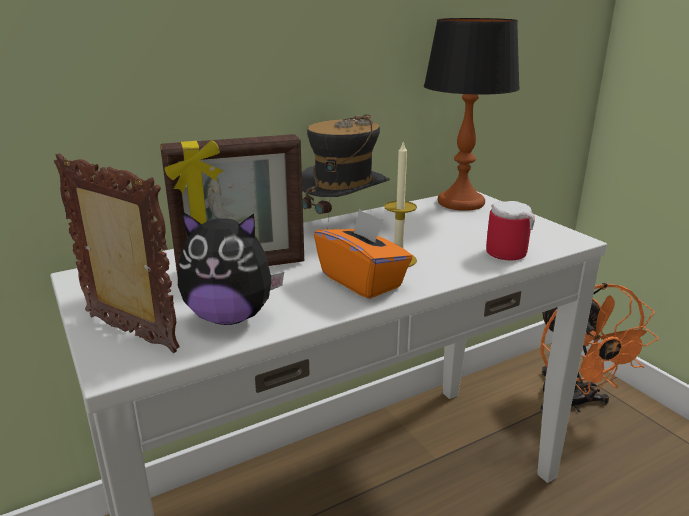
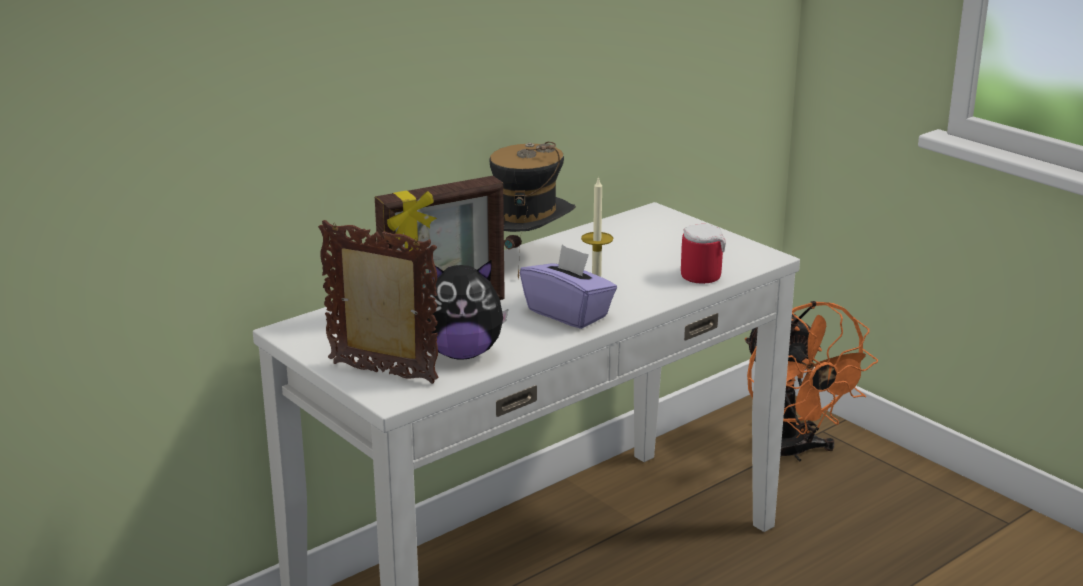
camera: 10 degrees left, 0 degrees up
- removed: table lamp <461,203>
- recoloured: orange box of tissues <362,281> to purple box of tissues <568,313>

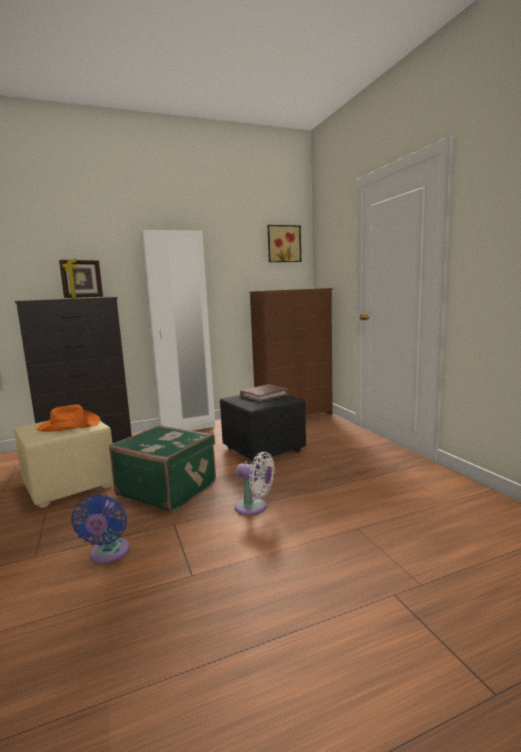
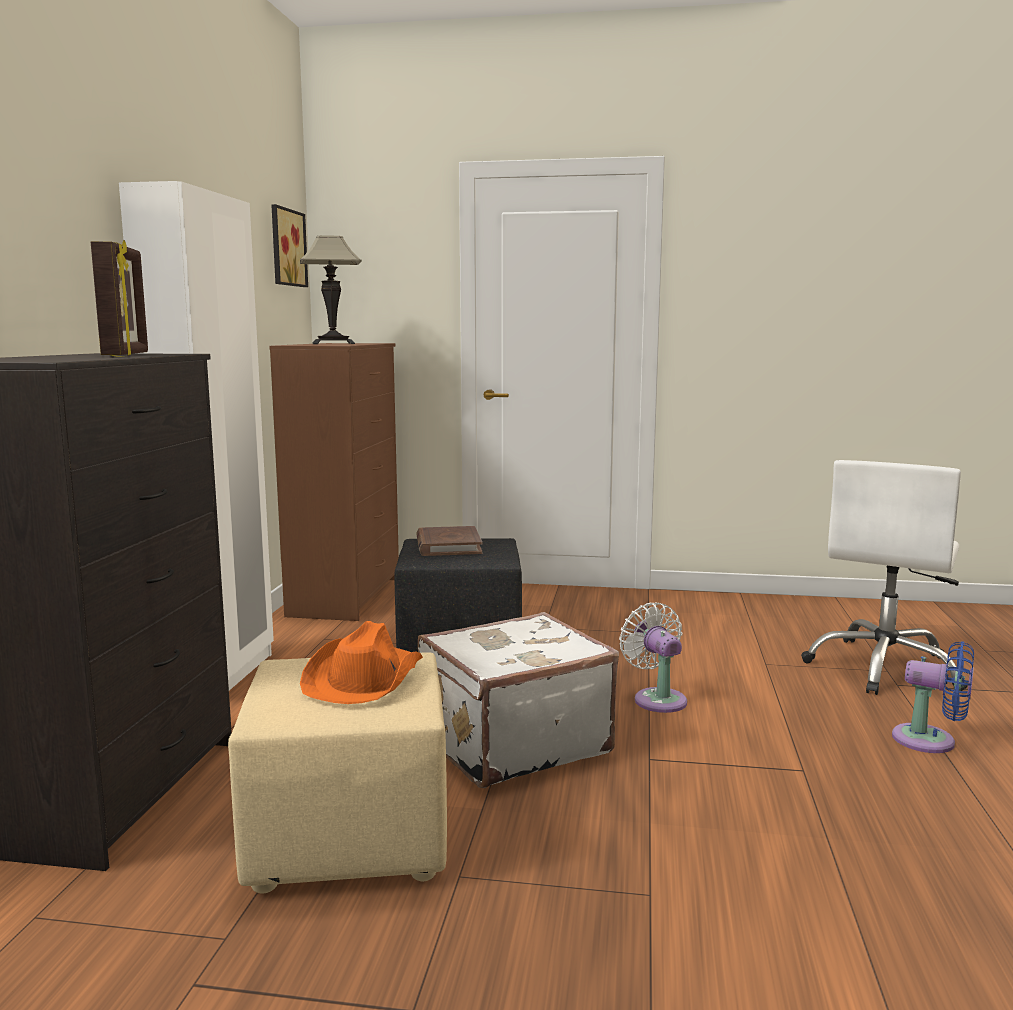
camera: 60 degrees left, 0 degrees up
- recoloured: green travel case <168,489> to white travel case <512,743>
- turned: white fan <254,507> = <657,698> 75 degrees counterclockwise
- moved: bluish fan <108,554> to <931,741>
- added: table lamp <333,343>
- added: white computer chair <884,668>

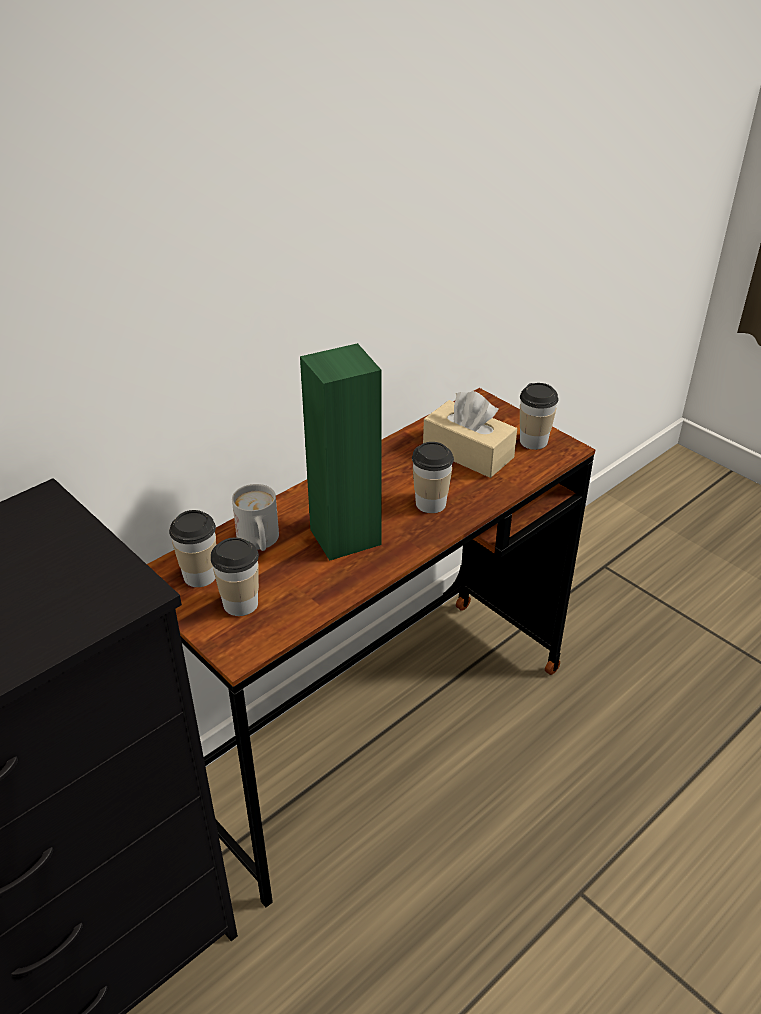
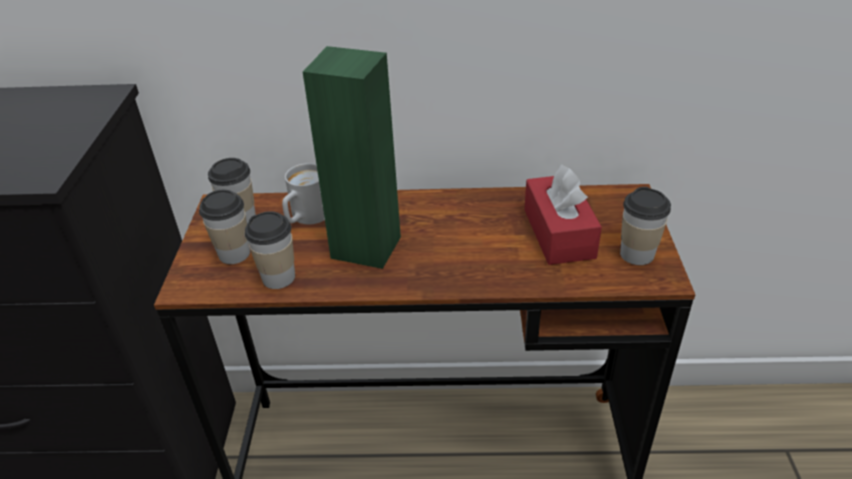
camera: 45 degrees right, 0 degrees up
- recoloured: beige box of tissues <468,452> to red-coloured box of tissues <558,233>
- moved: cup <430,503> to <278,277>

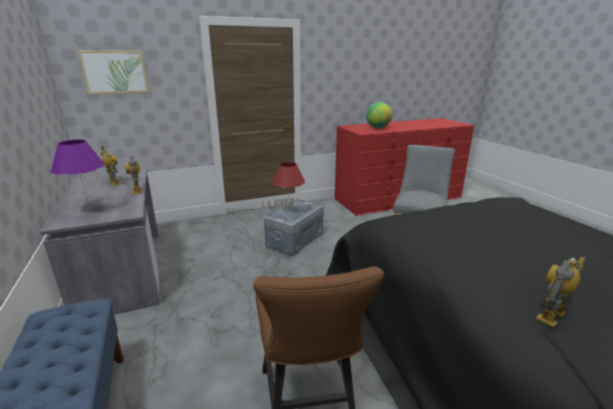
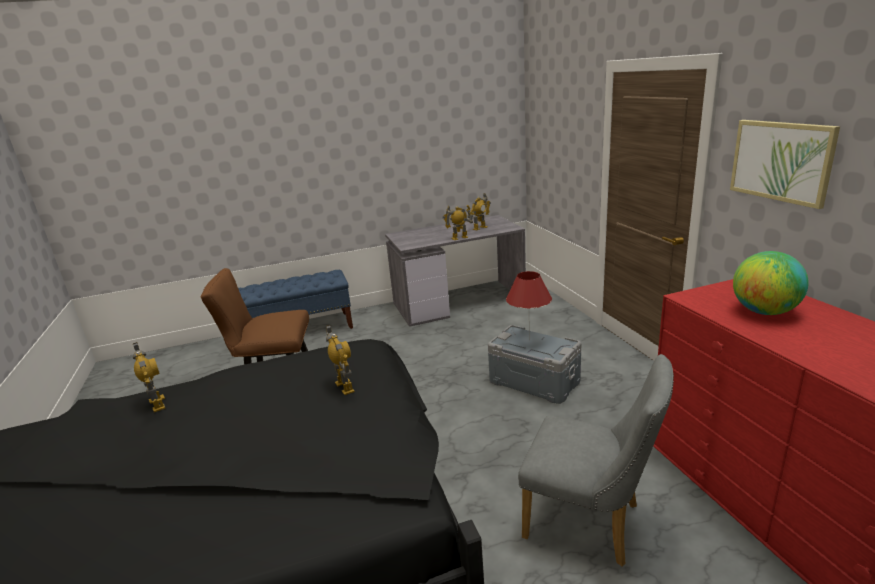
camera: 95 degrees right, 0 degrees up
- moved: wall art <115,72> to <781,161>
- removed: purple table lamp <89,211>
- added: model robot <345,387>

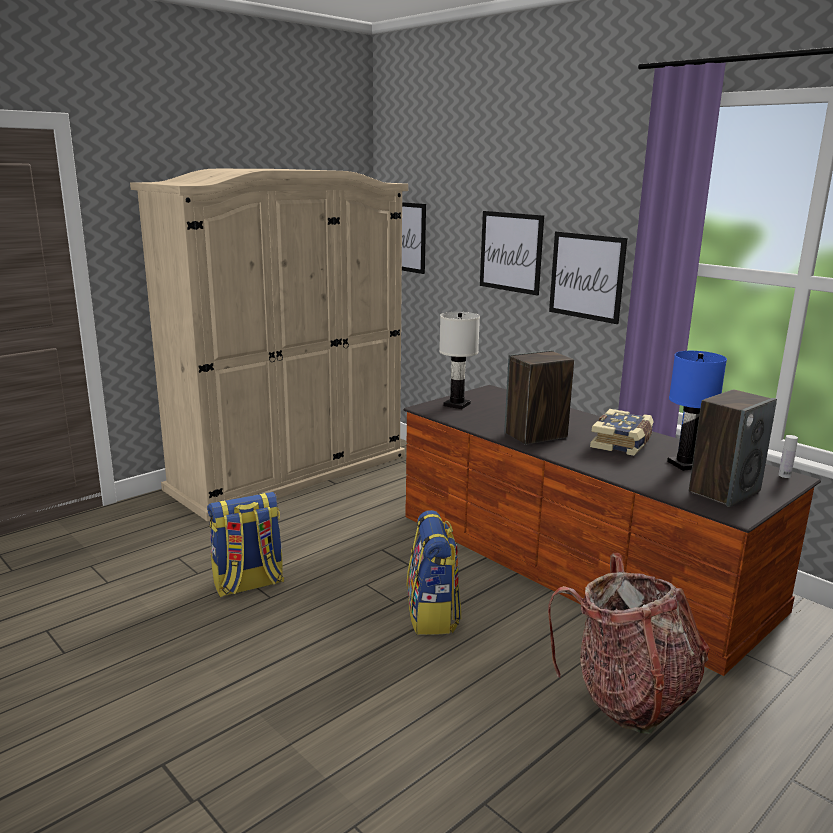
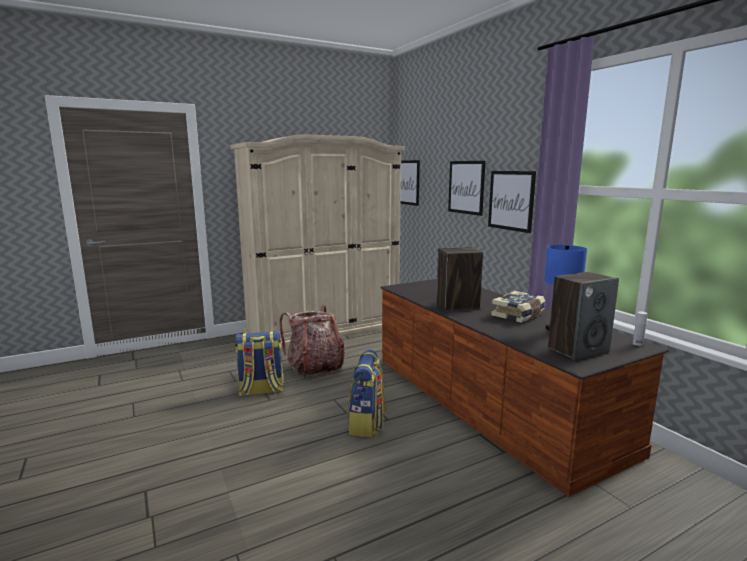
camera: 15 degrees right, 5 degrees down
- removed: white table lamp <456,404>
- moved: backpack <628,696> to <315,368>

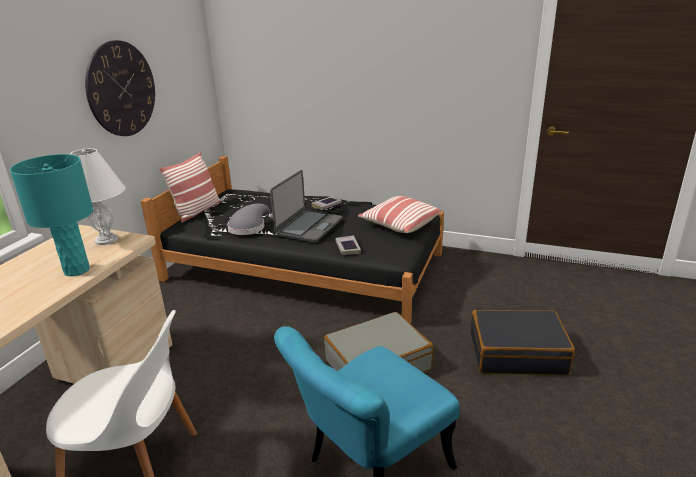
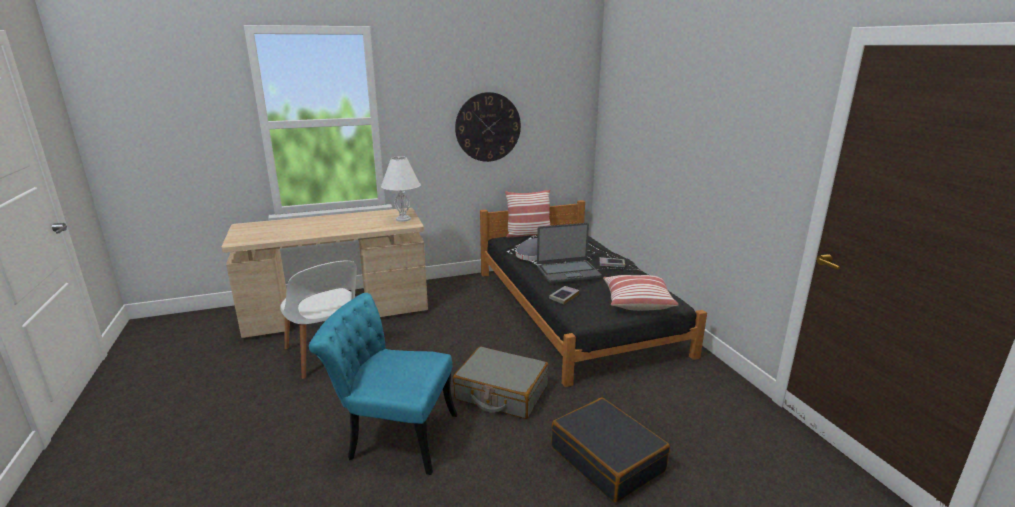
camera: 50 degrees right, 5 degrees down
- removed: blue-green table lamp <76,270>

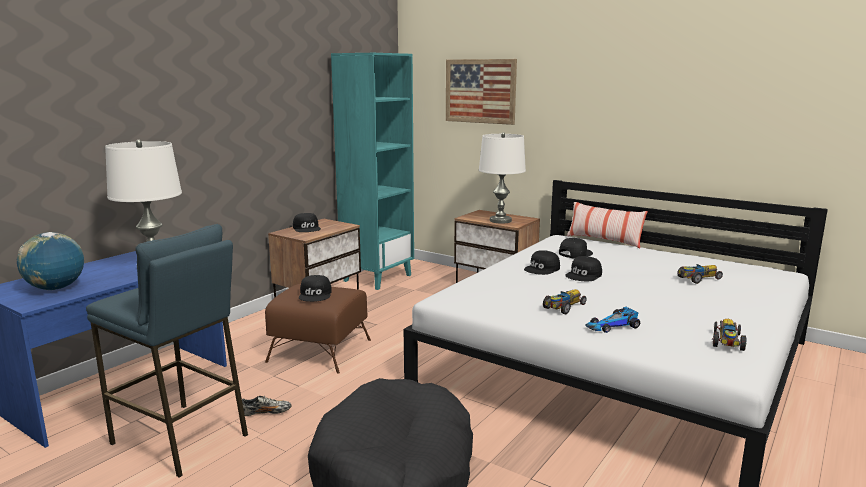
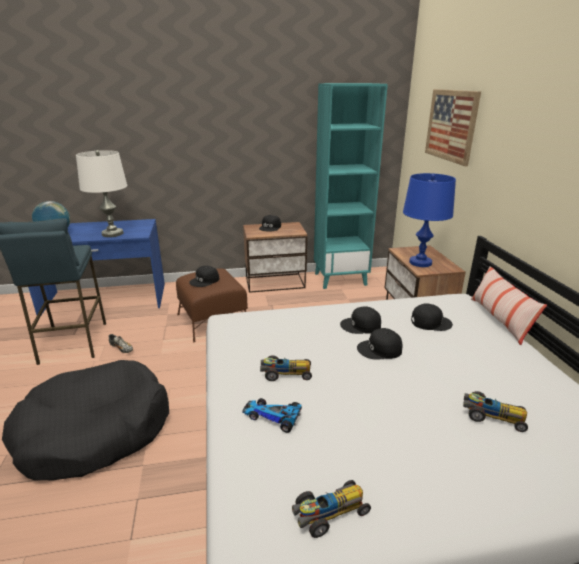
camera: 45 degrees right, 10 degrees up
- recoloured: white table lamp <500,220> to bluish table lamp <420,262>

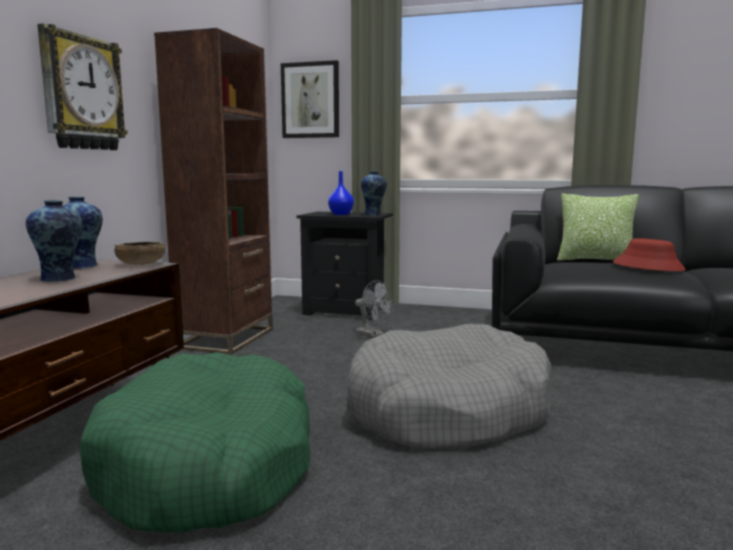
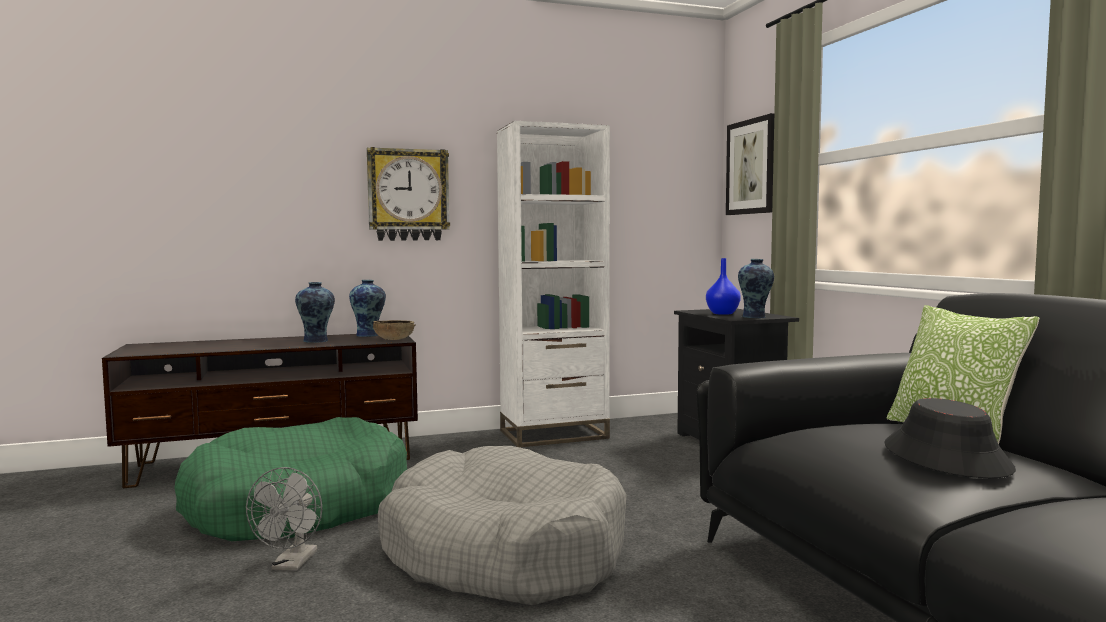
camera: 55 degrees right, 5 degrees down
- recoloured: brownish bookshelf <226,338> to white bookshelf <554,434>
- recoloured: red-coloured hat <648,267> to blackish hat <947,457>
- moved: grey fan <373,334> to <291,564>

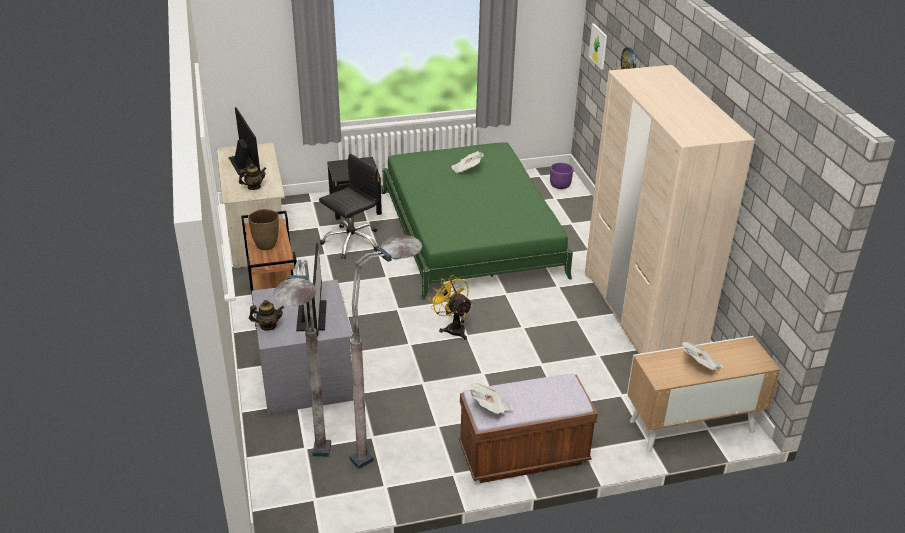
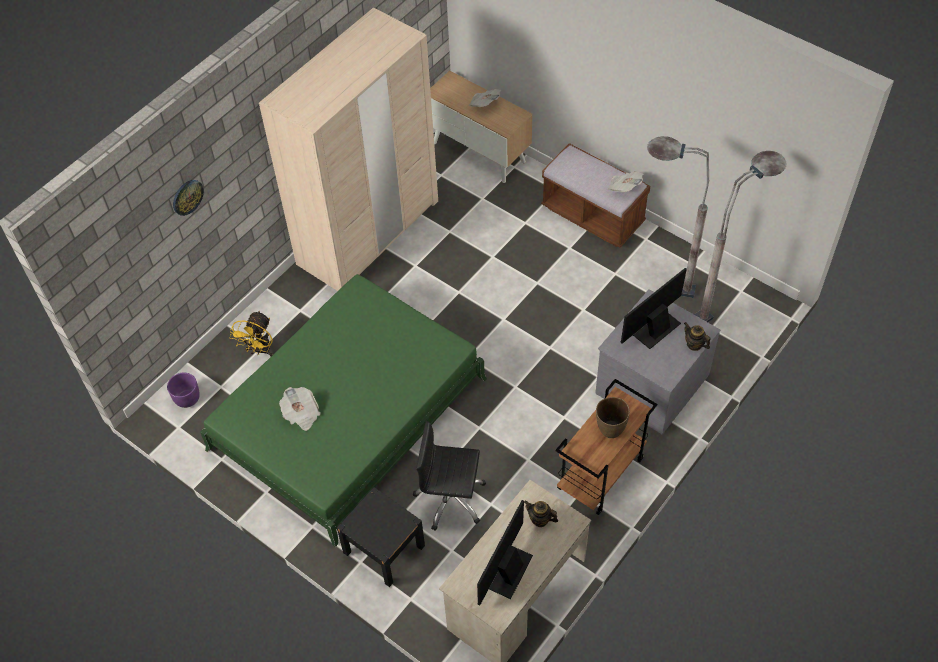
camera: 125 degrees left, 20 degrees up
- removed: wall art <598,46>
- moved: yellow-coloured fan <453,328> to <259,351>

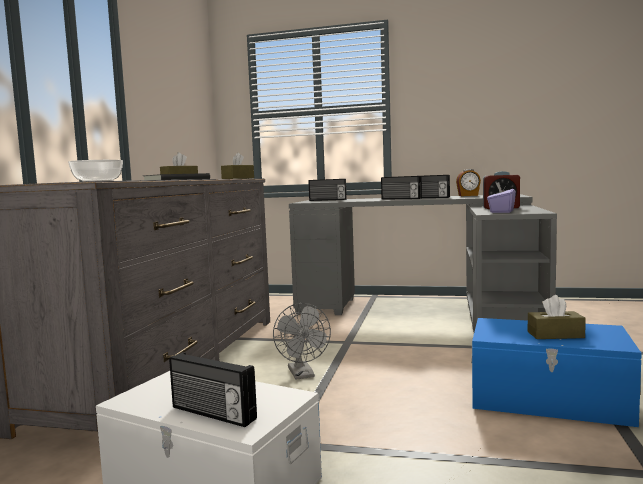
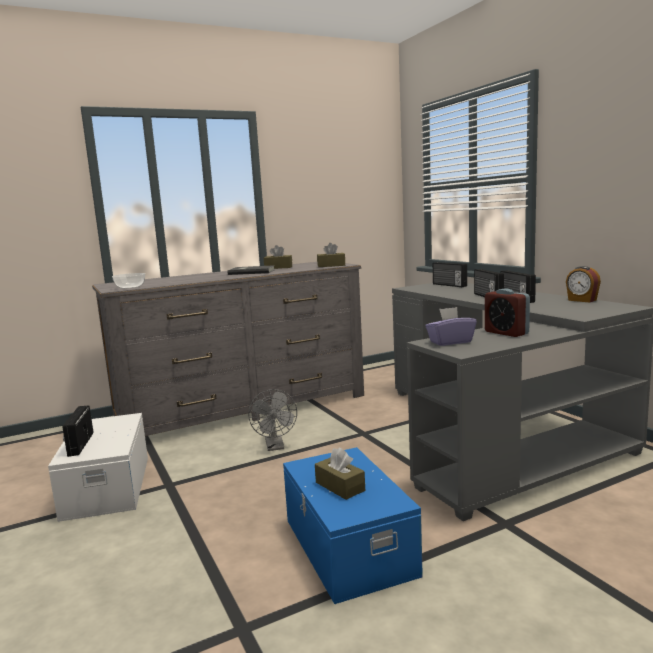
camera: 50 degrees right, 5 degrees up
- turned: grey fan <303,375> = <275,447> 45 degrees counterclockwise

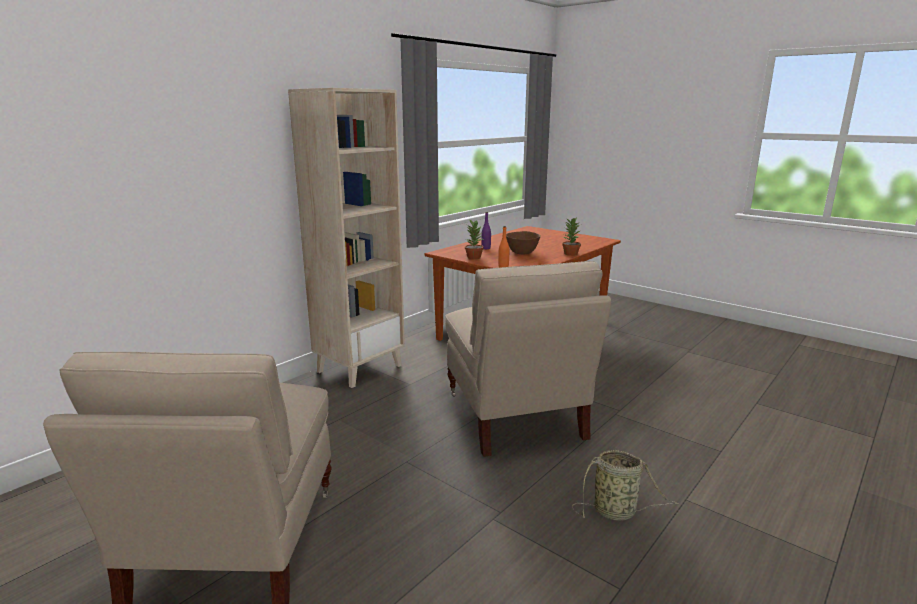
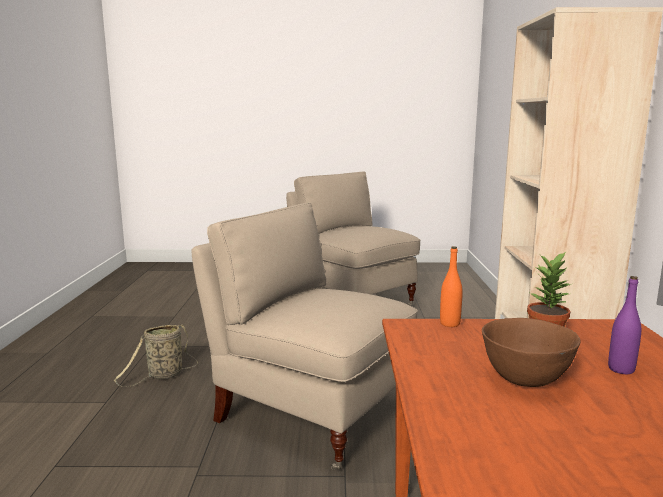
camera: 140 degrees right, 5 degrees down
- removed: plant in a pot <570,254>

